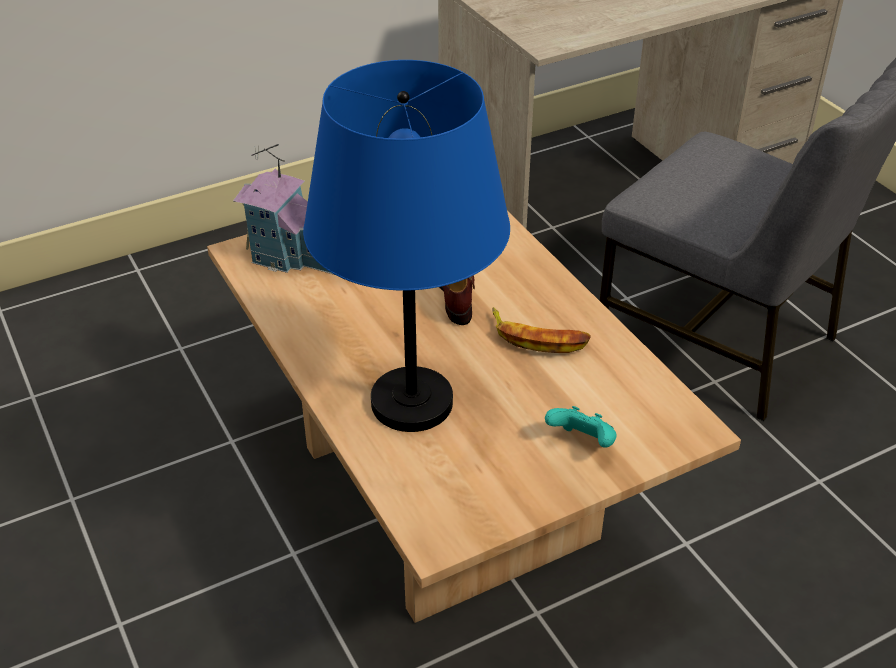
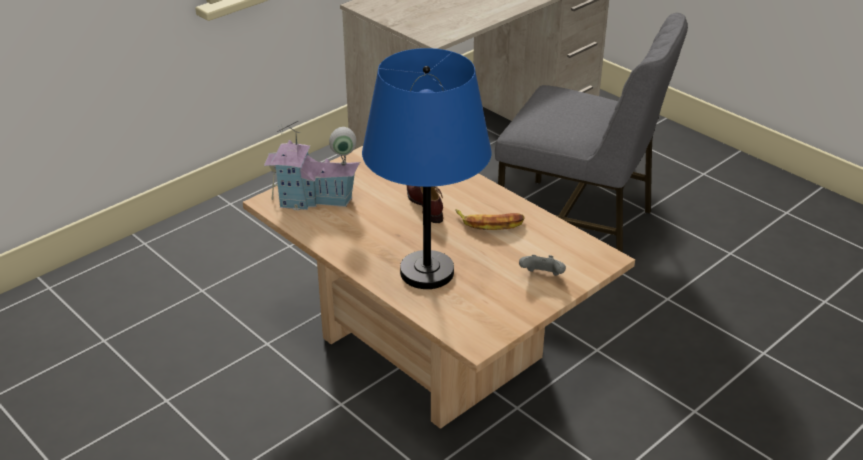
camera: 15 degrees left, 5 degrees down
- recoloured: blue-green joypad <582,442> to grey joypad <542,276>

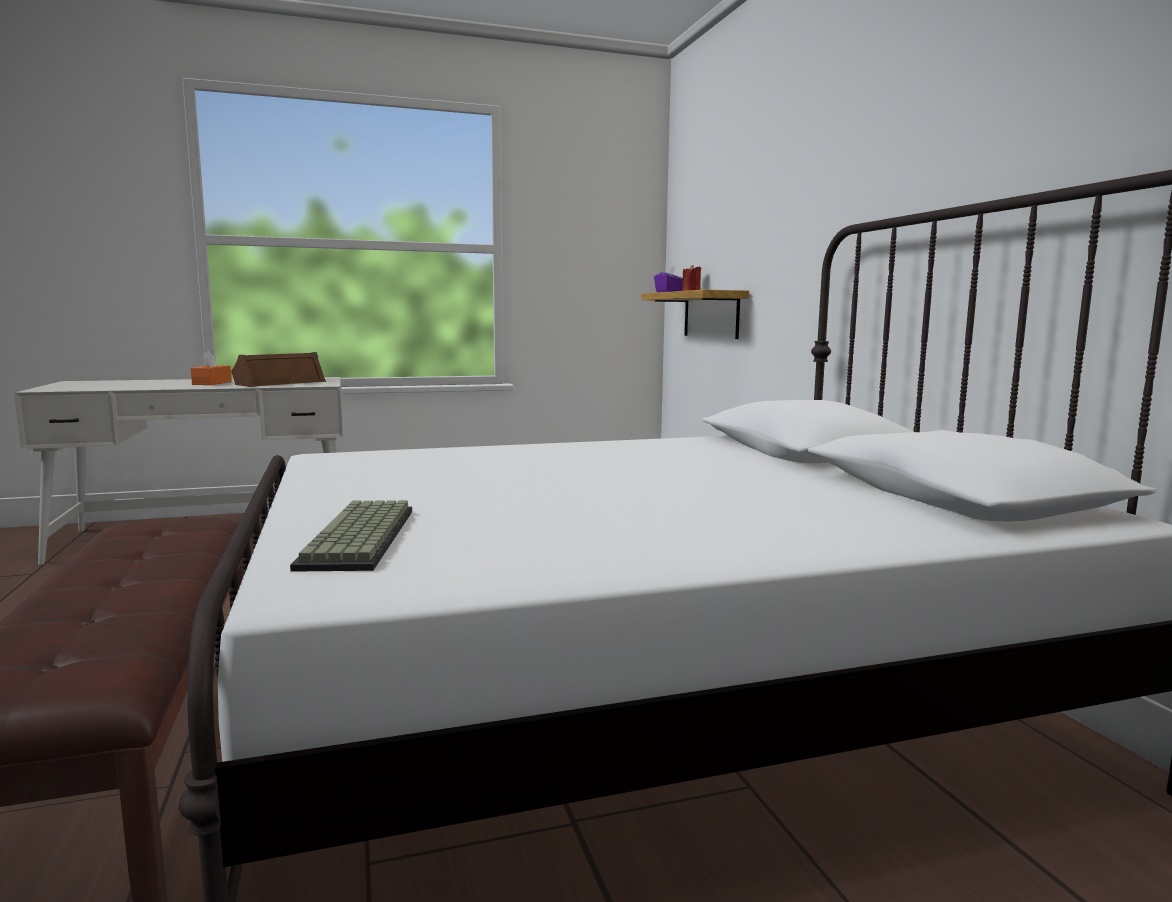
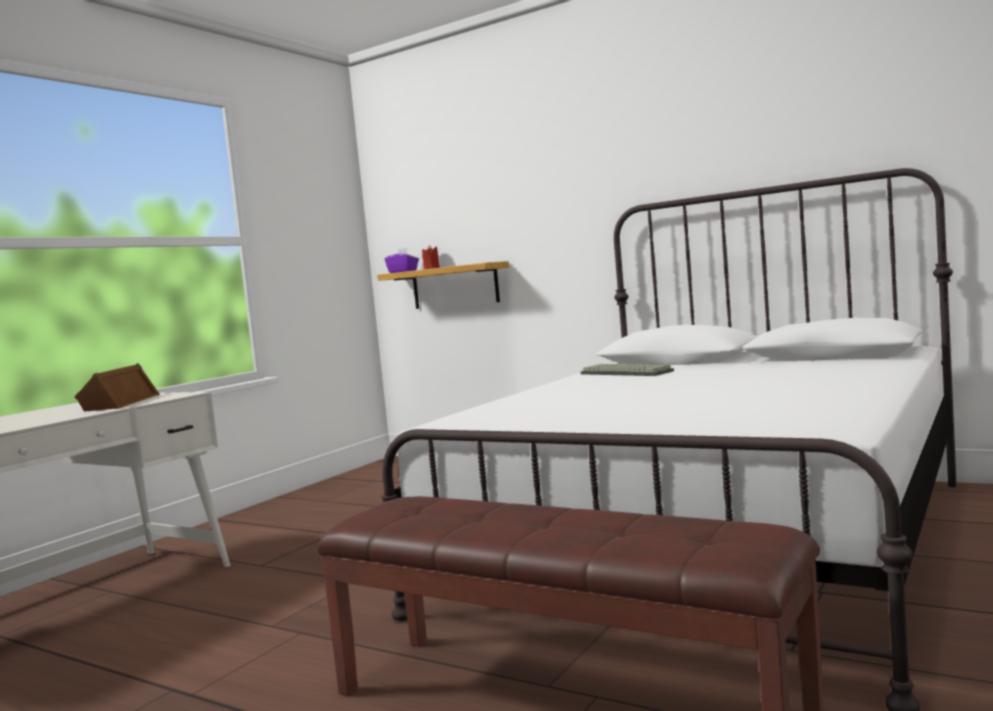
camera: 40 degrees left, 5 degrees down
- removed: orange box of tissues <212,383>
- moved: keyboard <362,538> to <628,372>

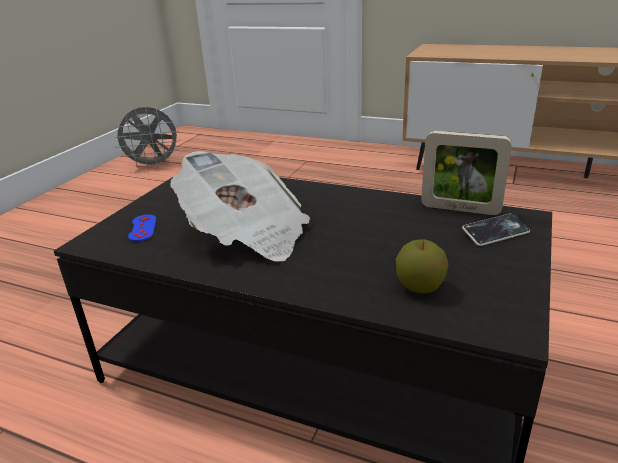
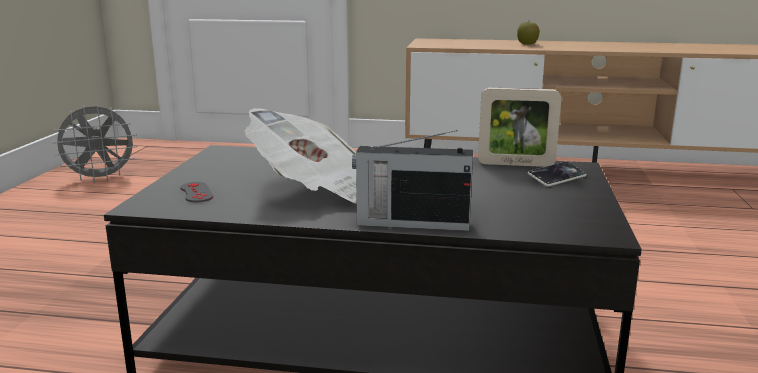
camera: 15 degrees left, 10 degrees down
- recoloured: bluish joypad <142,228> to grey joypad <196,192>
- moved: apple <420,287> to <527,44>
- added: radio <411,223>

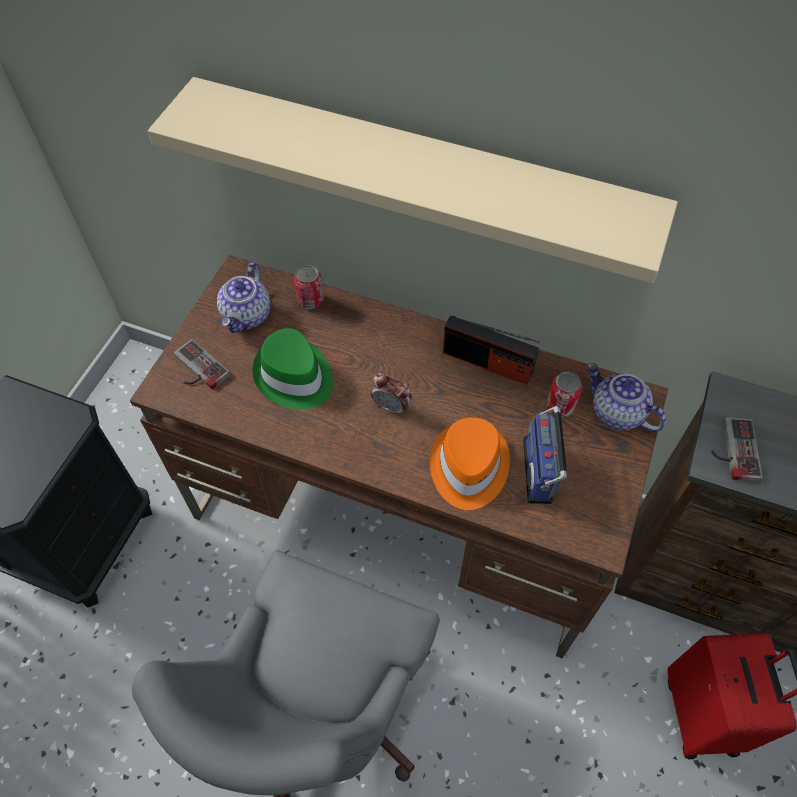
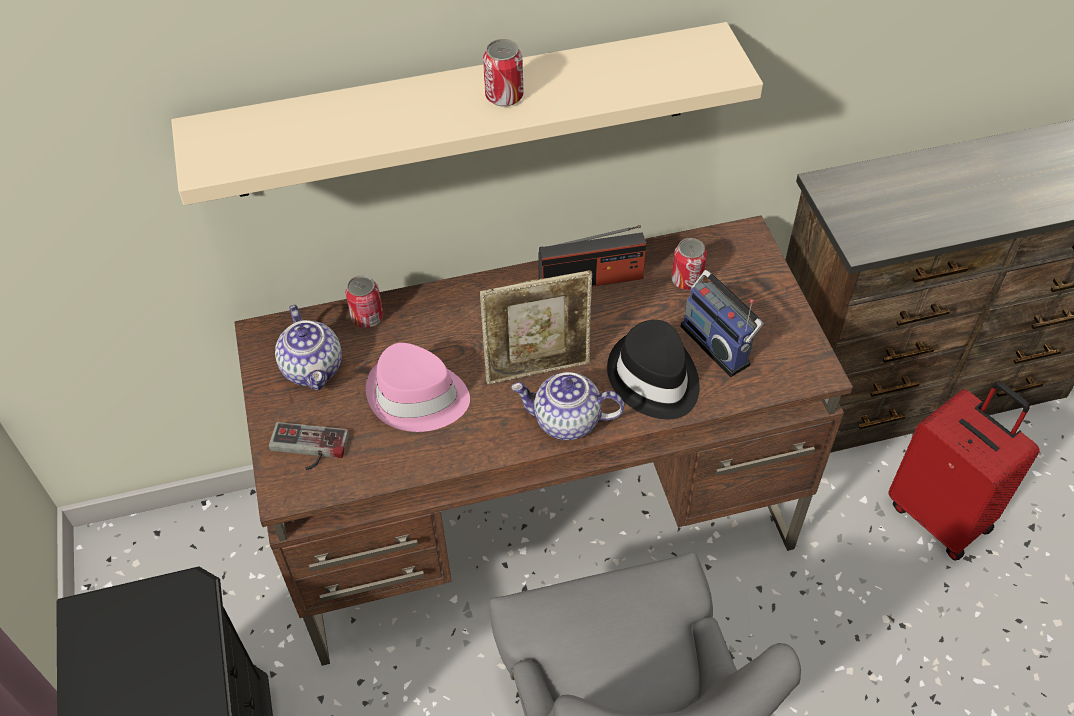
camera: 35 degrees left, 5 degrees down
- recoloured: green hat <294,377> to pink hat <417,397>
- moved: pot for tea <616,413> to <566,421>
- replaced: alarm clock <391,407> to standing frame <538,368>
- recoloured: orange hat <468,467> to blackish hat <653,378>
- removed: joypad <732,449>
- added: sealed can <504,96>

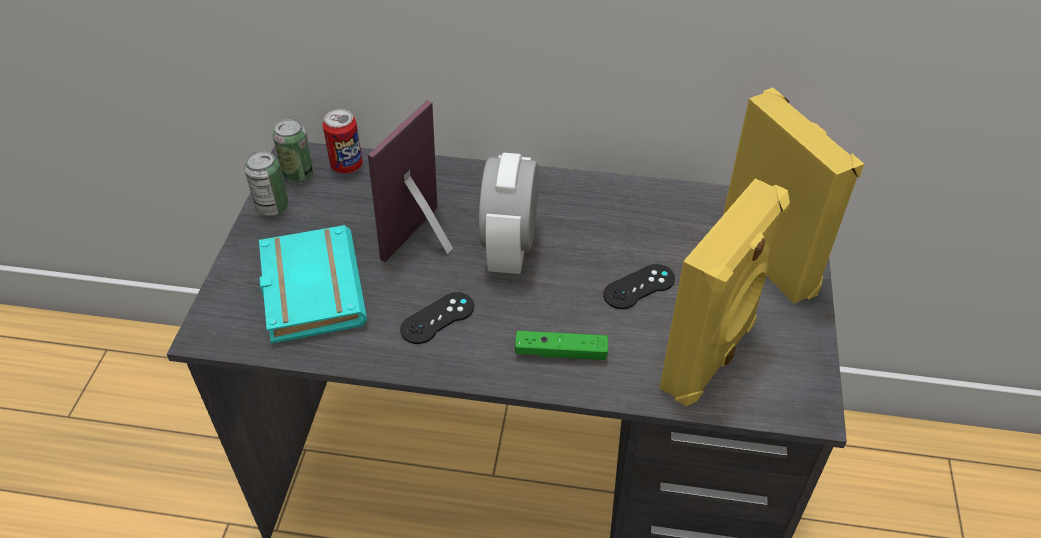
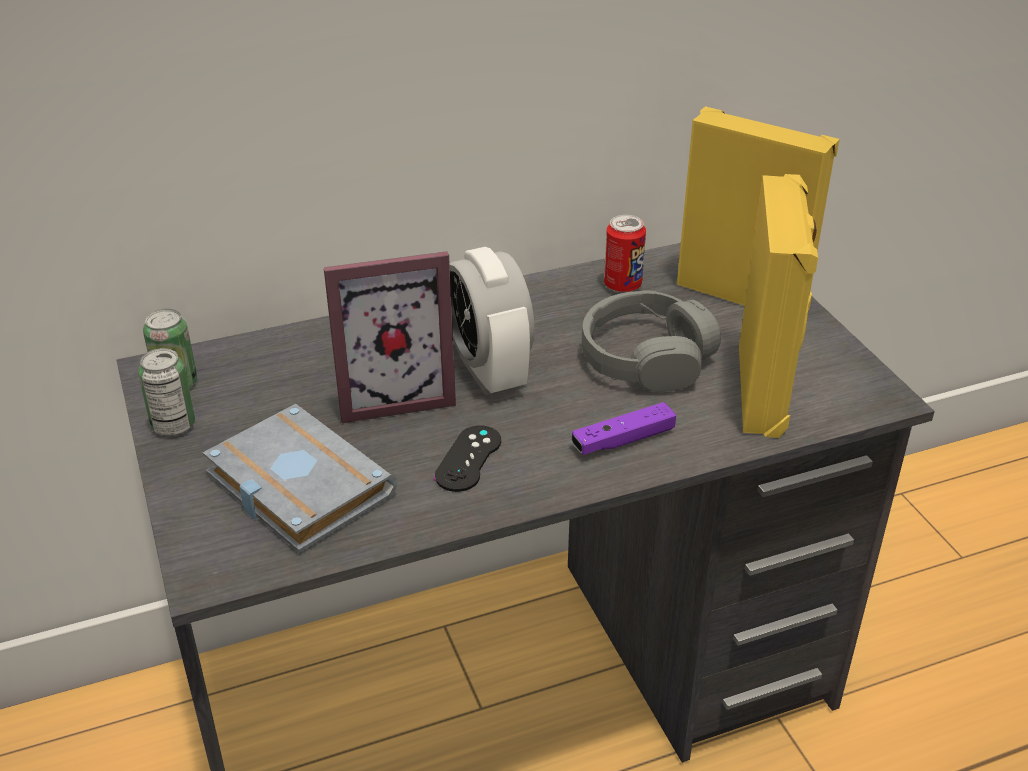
camera: 30 degrees left, 10 degrees down
- turned: standing frame <429,241> = <393,394> 105 degrees counterclockwise
- moved: sealed can <347,166> to <622,285>
- recoloured: blue-green book <308,289> to grey book <293,486>
- replaced: blackish joypad <639,287> to grey headset <646,358>
- recoloured: green joypad <561,352> to purple joypad <623,440>

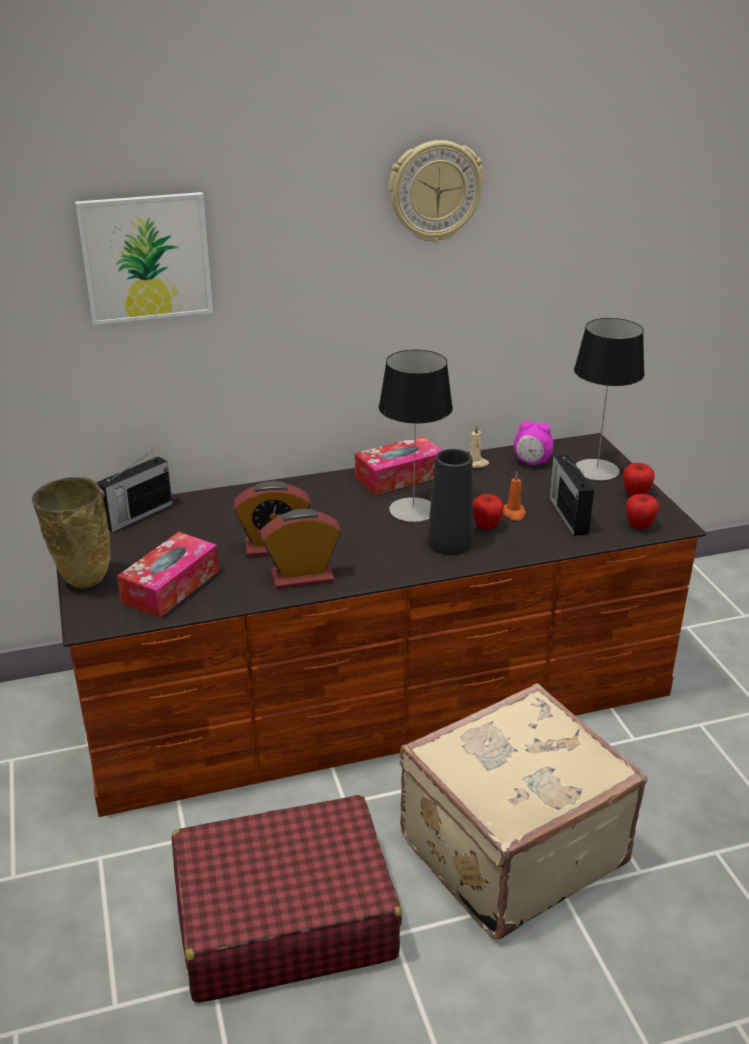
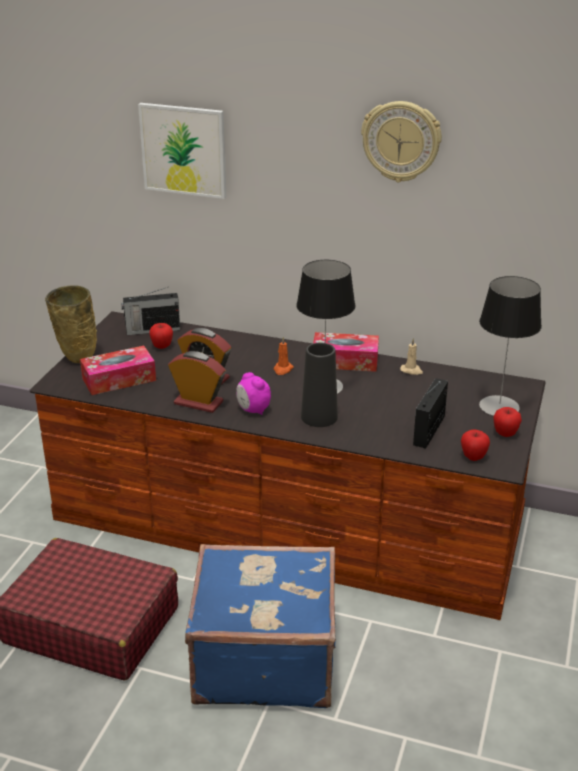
camera: 35 degrees right, 0 degrees up
- moved: alarm clock <531,462> to <253,410>
- moved: orange wax candle <513,513> to <283,369>
- moved: apple <486,526> to <162,347>
- recoloured: beige travel case <509,848> to bluish travel case <263,658>

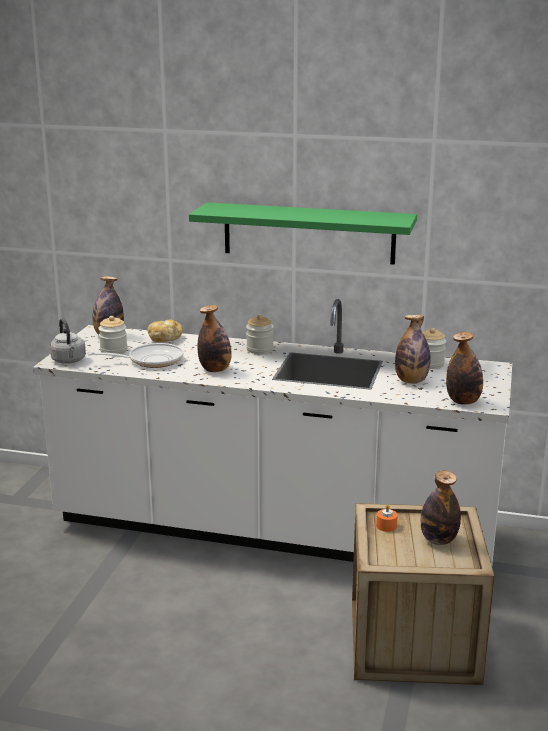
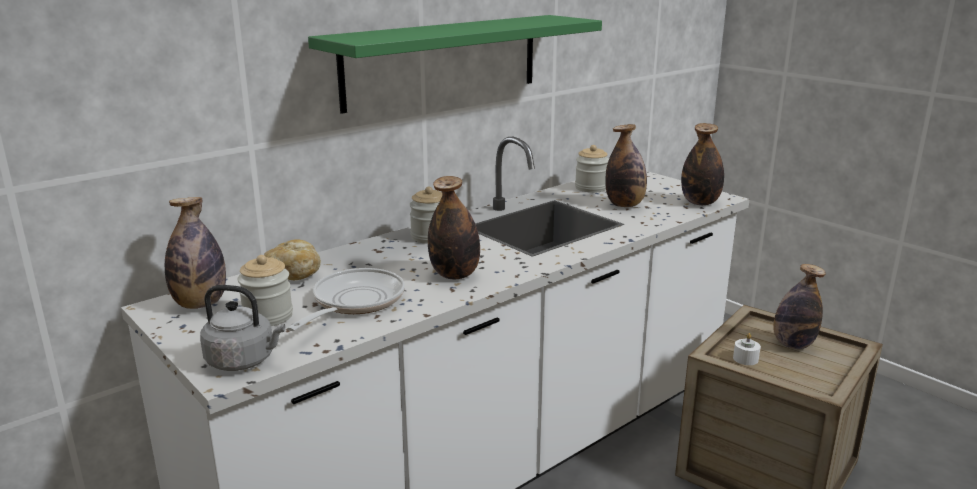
camera: 55 degrees left, 0 degrees up
- recoloured: orange wax candle <386,526> to white wax candle <745,359>

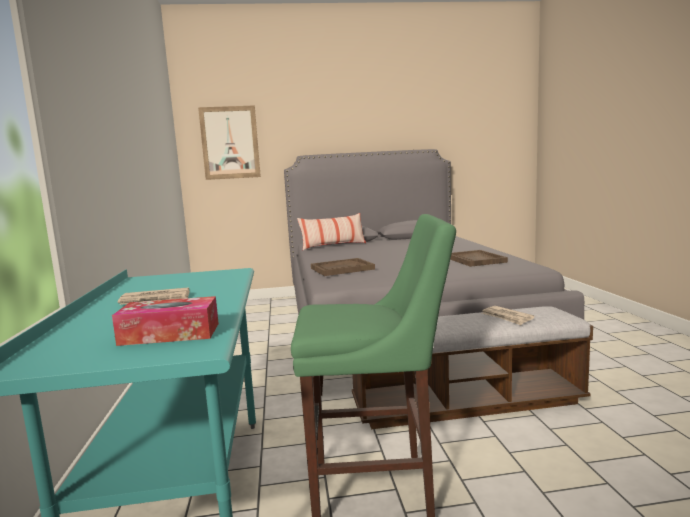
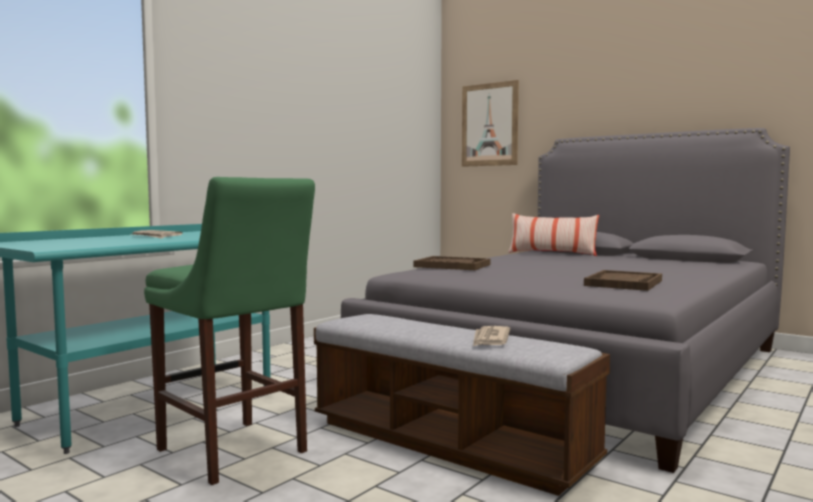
camera: 45 degrees right, 5 degrees down
- removed: box of tissues <170,334>

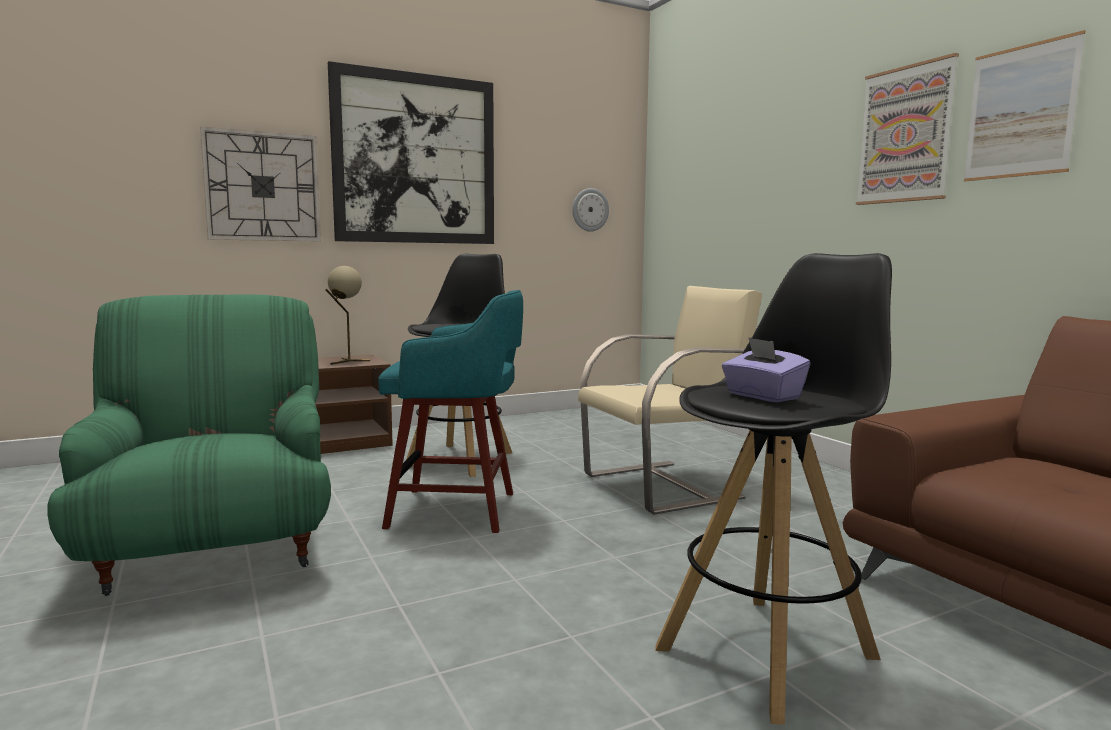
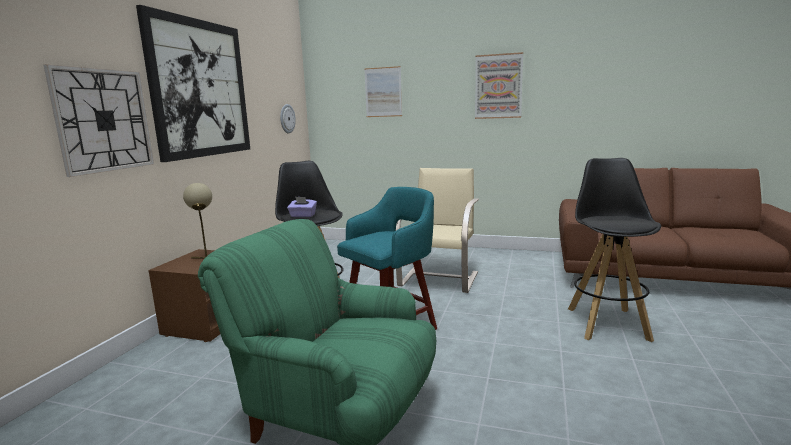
camera: 45 degrees left, 5 degrees up
- moved: wall art <1020,111> to <383,92>
- moved: purple box of tissues <762,396> to <302,216>

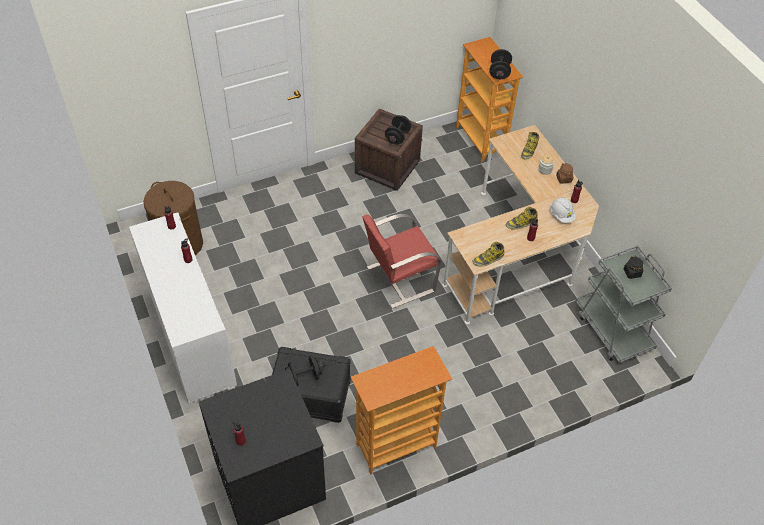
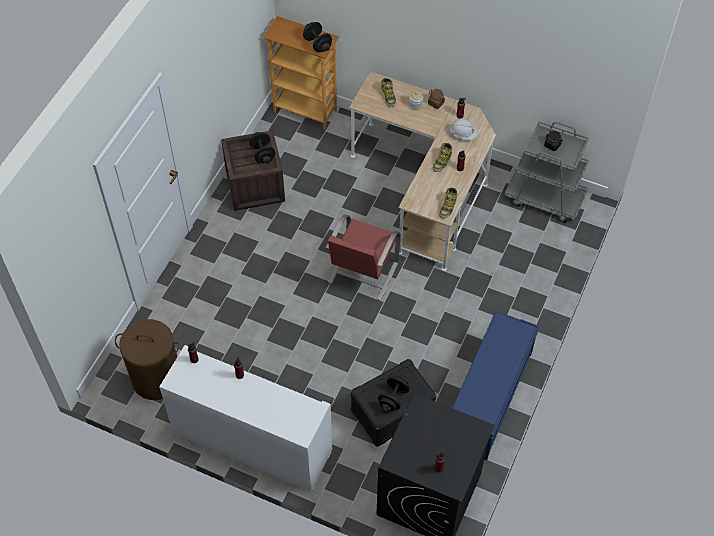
camera: 40 degrees left, 5 degrees up
- replaced: bookshelf <396,447> to bluish long seat <488,398>

